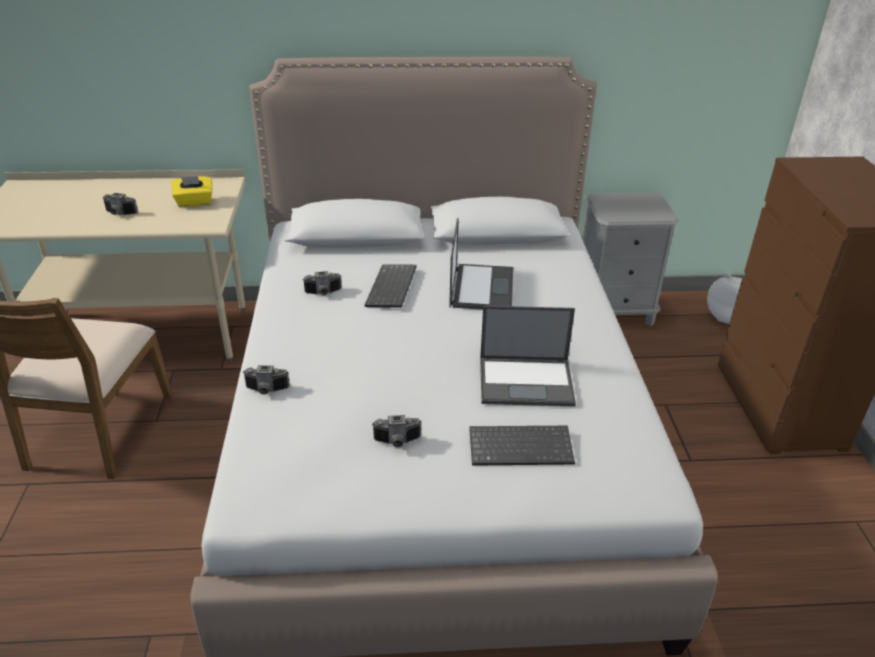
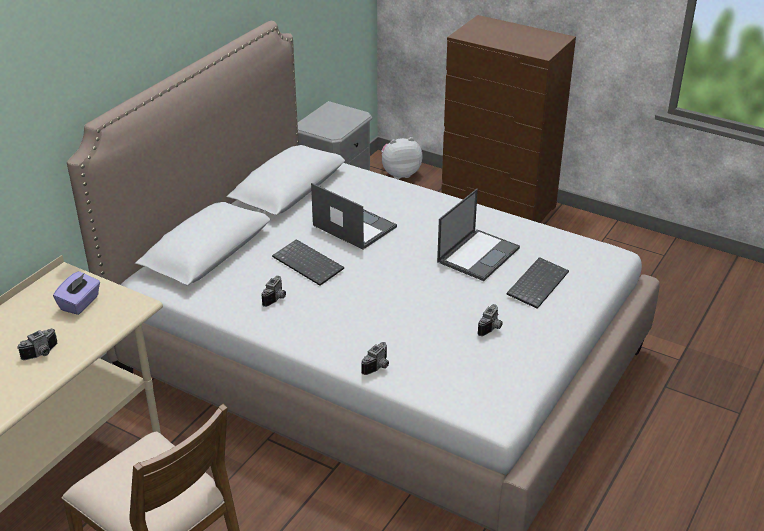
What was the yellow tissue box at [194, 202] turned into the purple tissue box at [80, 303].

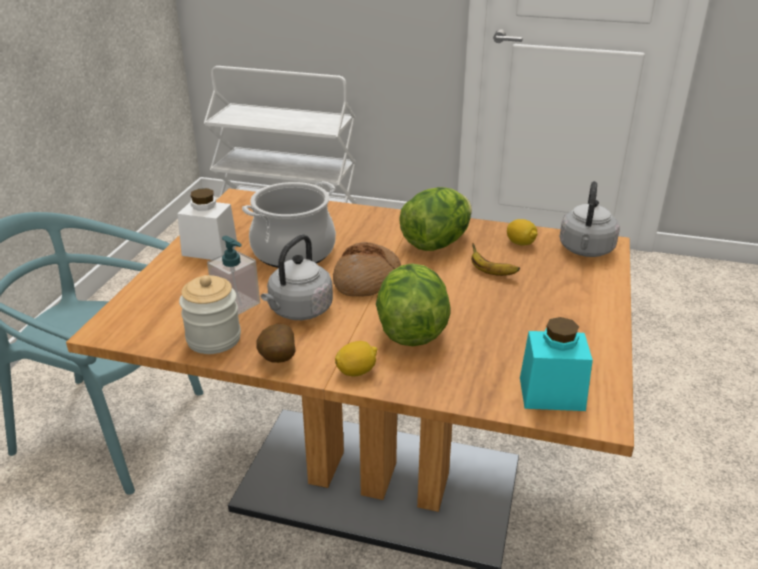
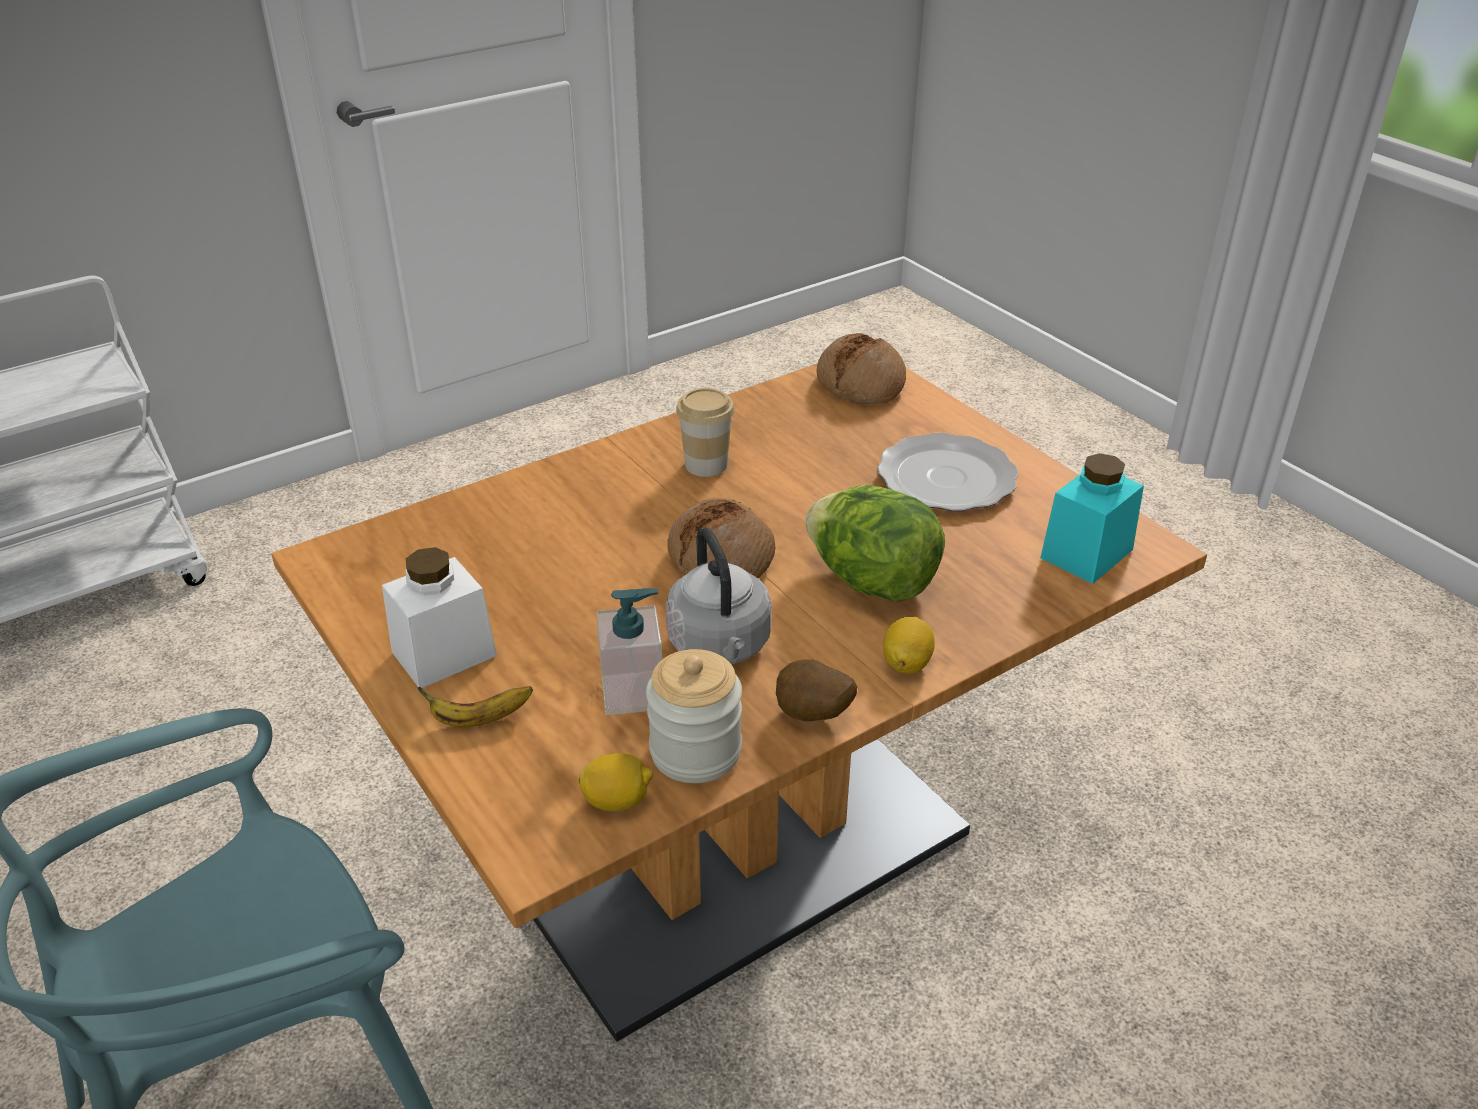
The second view lost the cooking pot at [293, 251]. Where the grey kettle stood at [586, 250], the bread came to stand at [861, 383]. Where the lettuce stood at [436, 243], the cup came to stand at [706, 464]. The lemon ended up elsewhere, having gone from [520, 243] to [617, 800]. The banana ended up elsewhere, having gone from [491, 272] to [480, 719]. The second view gained the plate at [948, 477].

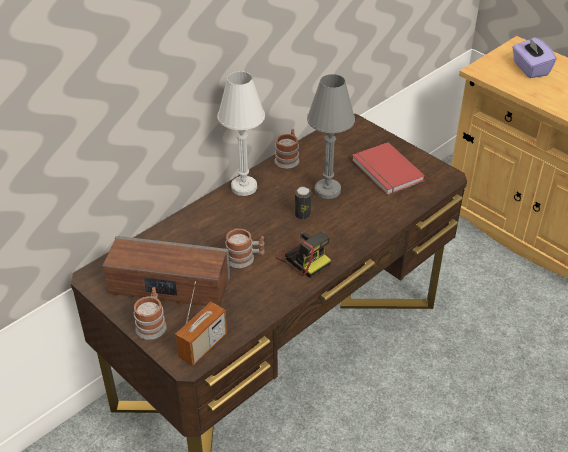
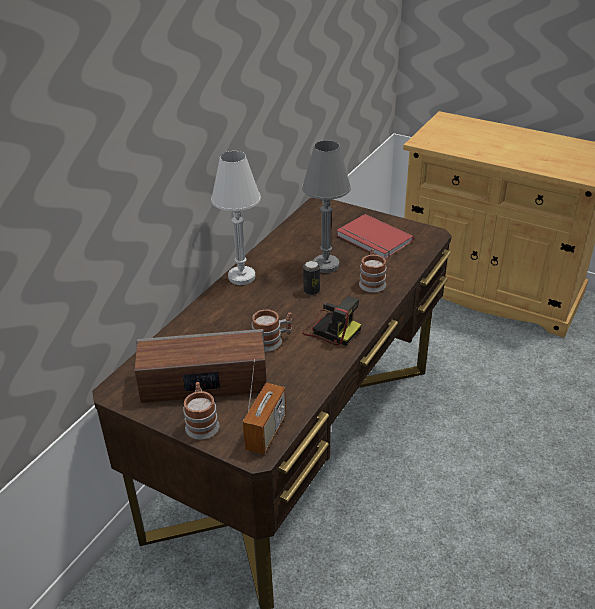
The second view lost the purple tissue box at [530, 69]. The mug ended up elsewhere, having gone from [288, 158] to [372, 282].

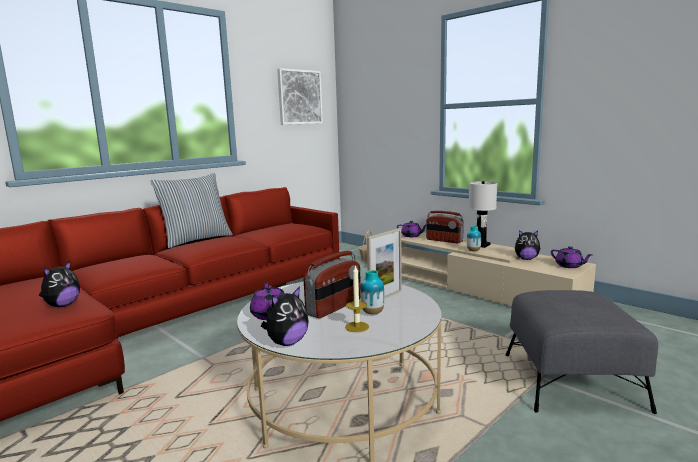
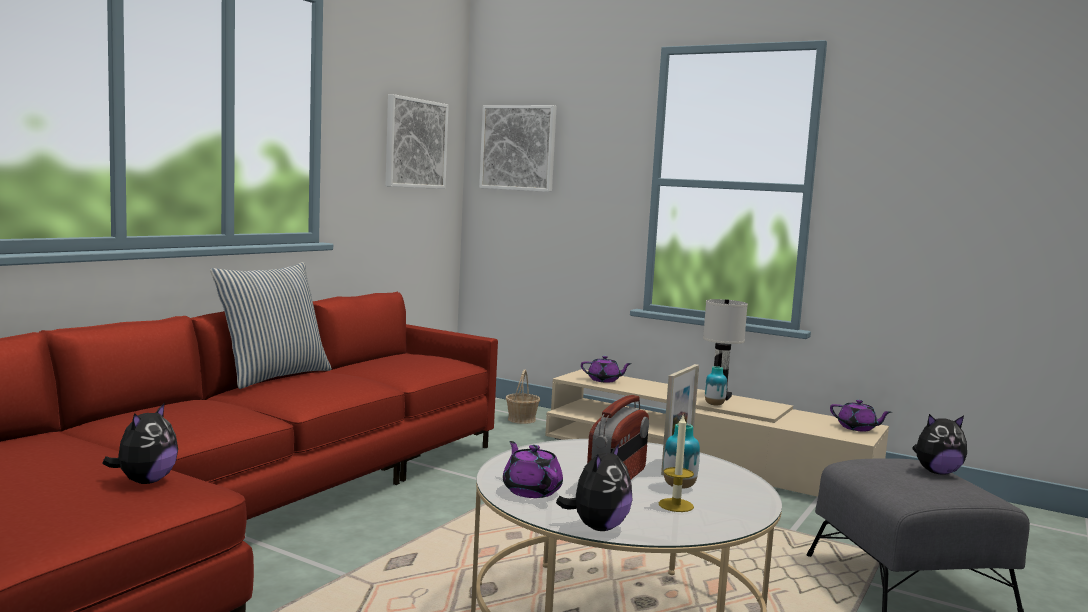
The second view lost the radio at [444, 240]. The plush toy ended up elsewhere, having gone from [526, 259] to [937, 472]. The second view gained the picture at [518, 148].

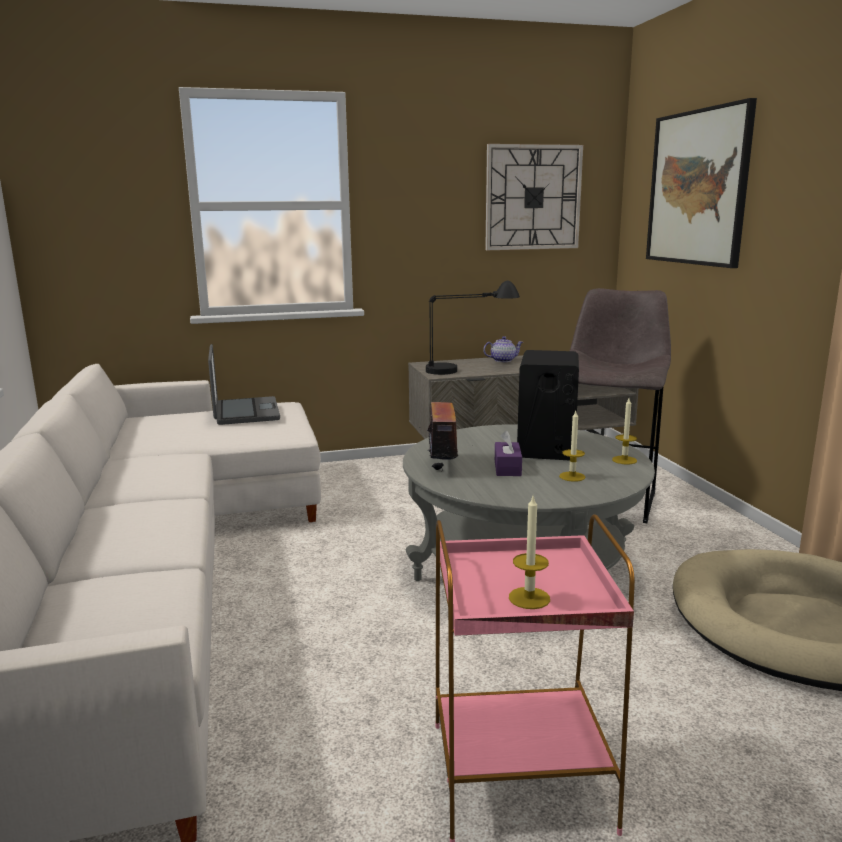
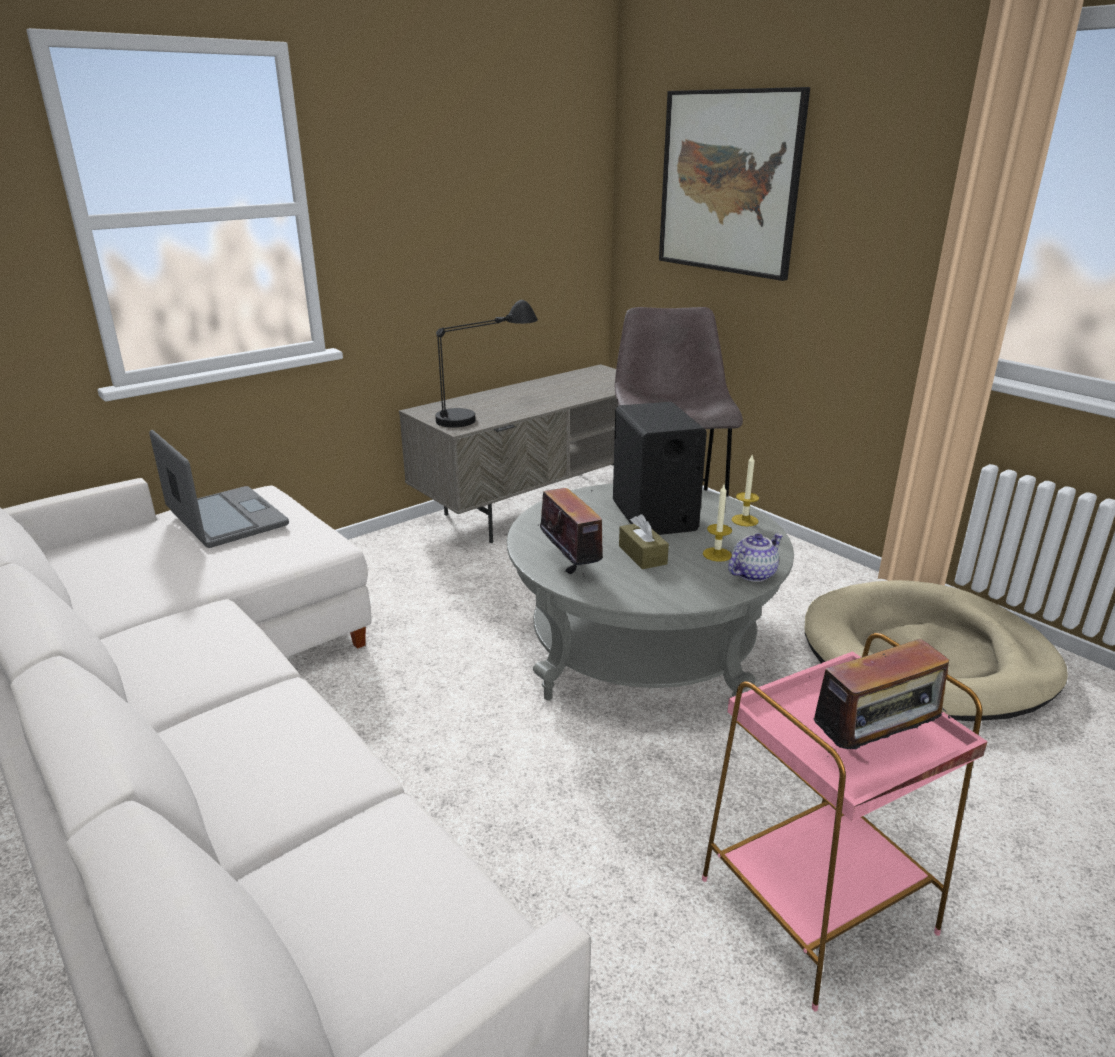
The second view lost the wall clock at [533, 197]. The teapot ended up elsewhere, having gone from [503, 360] to [753, 573]. What was the purple tissue box at [507, 468] turned into the brown tissue box at [642, 555]. Where the candle stood at [529, 598], the radio came to stand at [873, 749].

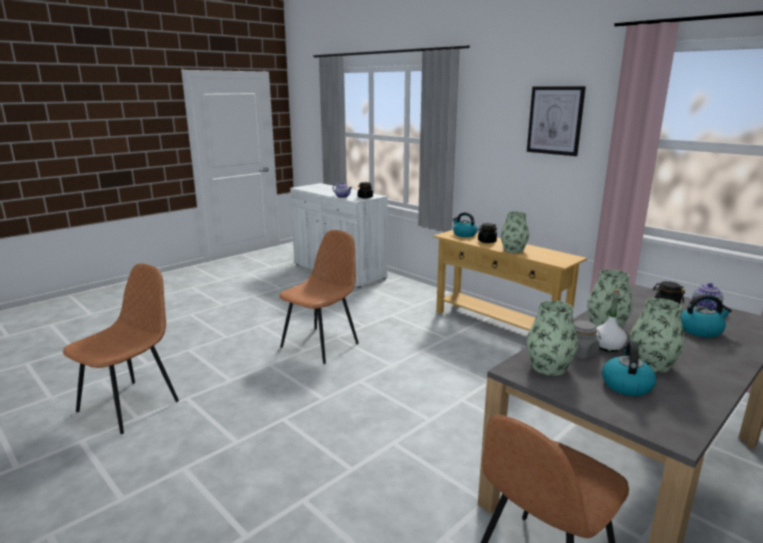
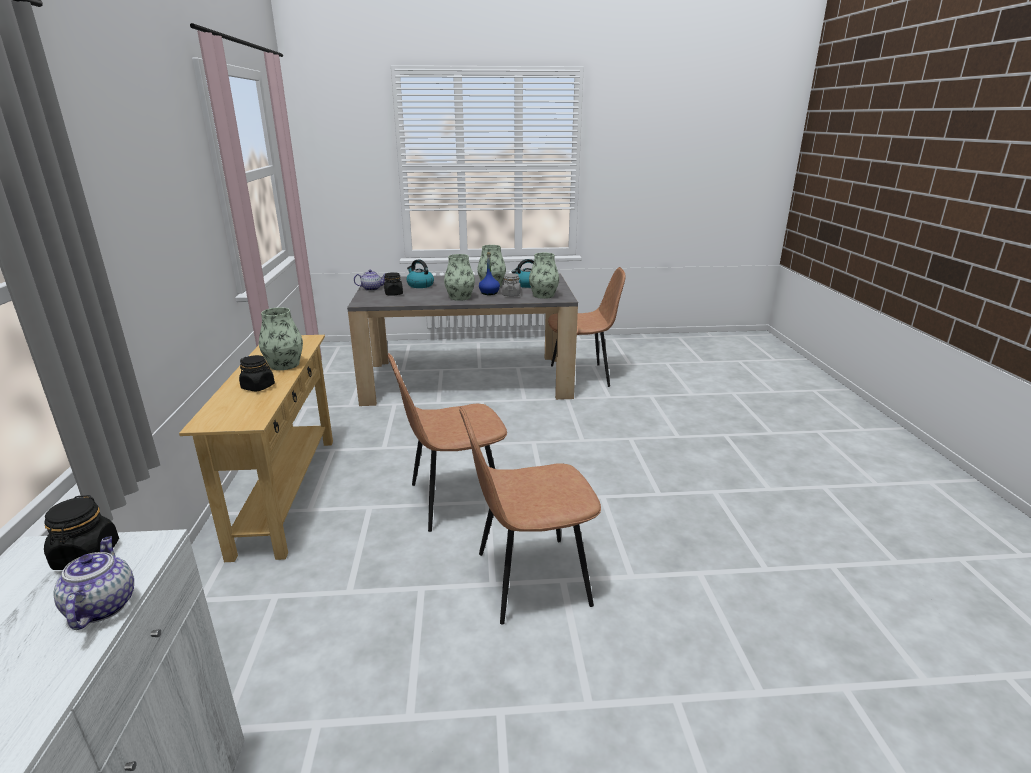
The second view lost the picture at [555, 120]. The second view lost the kettle at [464, 234]. The brown chair ended up elsewhere, having gone from [131, 405] to [453, 500]. What was the white bottle at [607, 346] turned into the blue bottle at [489, 293].

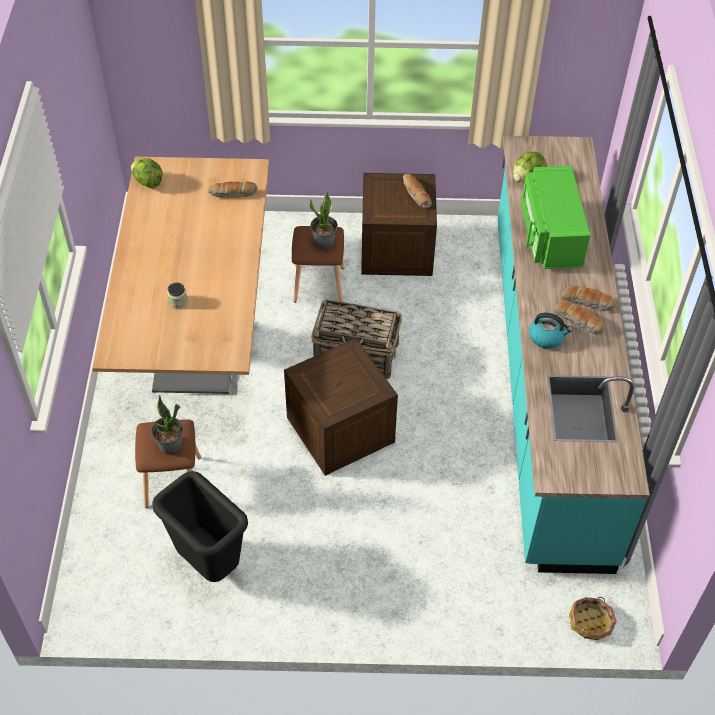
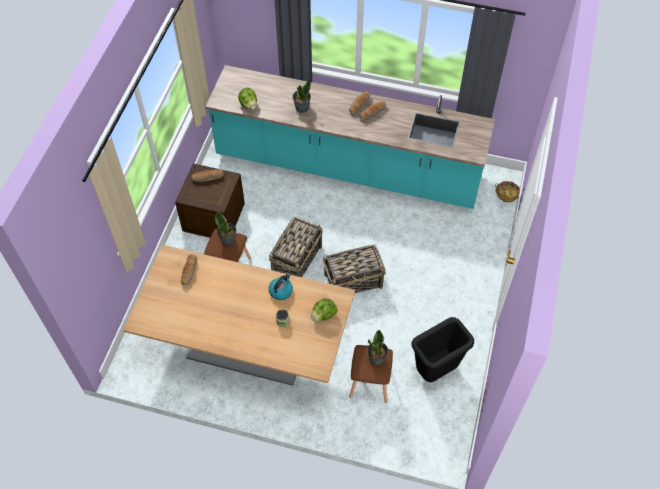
The lettuce ended up elsewhere, having gone from [147, 182] to [323, 315]. Where the green microwave stood at [550, 235], the potted plant came to stand at [302, 108]. The kettle ended up elsewhere, having gone from [547, 337] to [281, 291]. Where the crate stood at [340, 430], the basket came to stand at [354, 281].

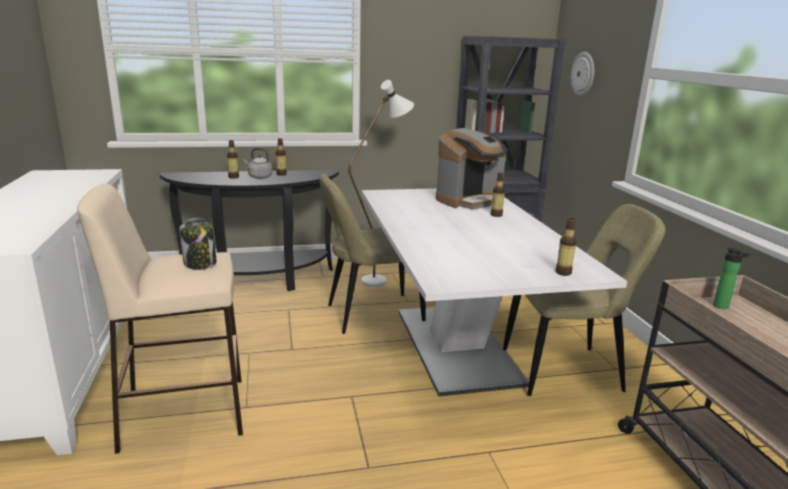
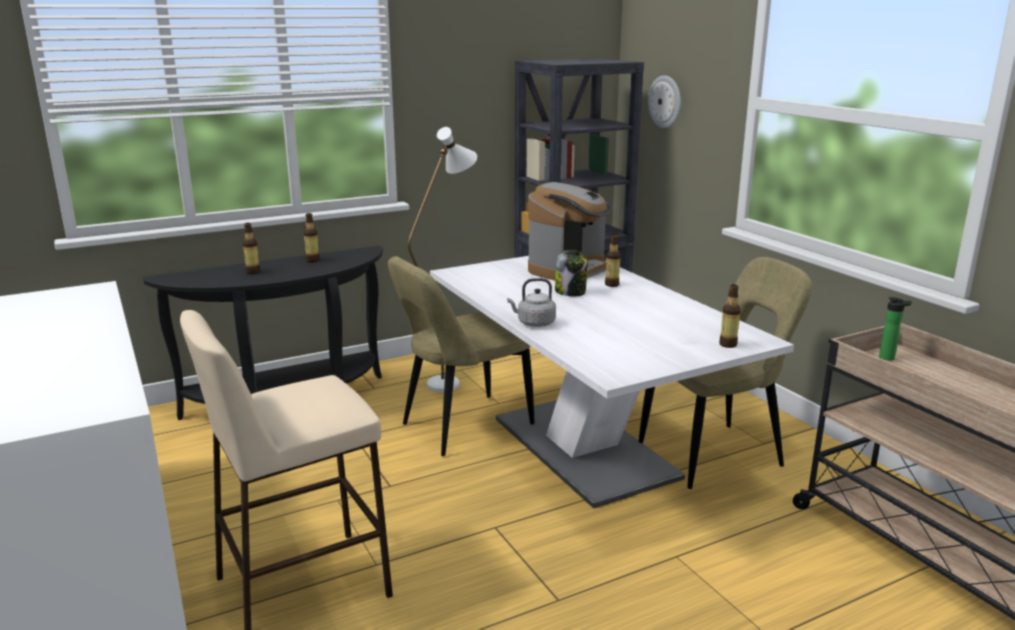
The grey kettle ended up elsewhere, having gone from [259, 177] to [534, 323]. The jar ended up elsewhere, having gone from [200, 263] to [571, 292].

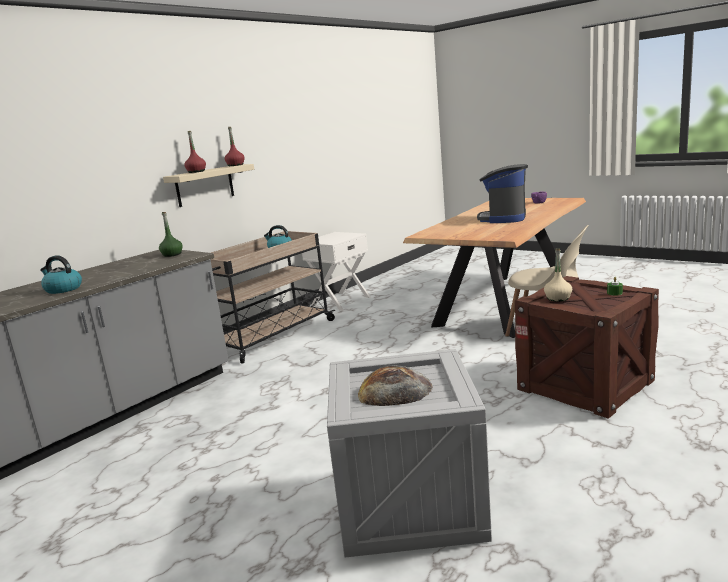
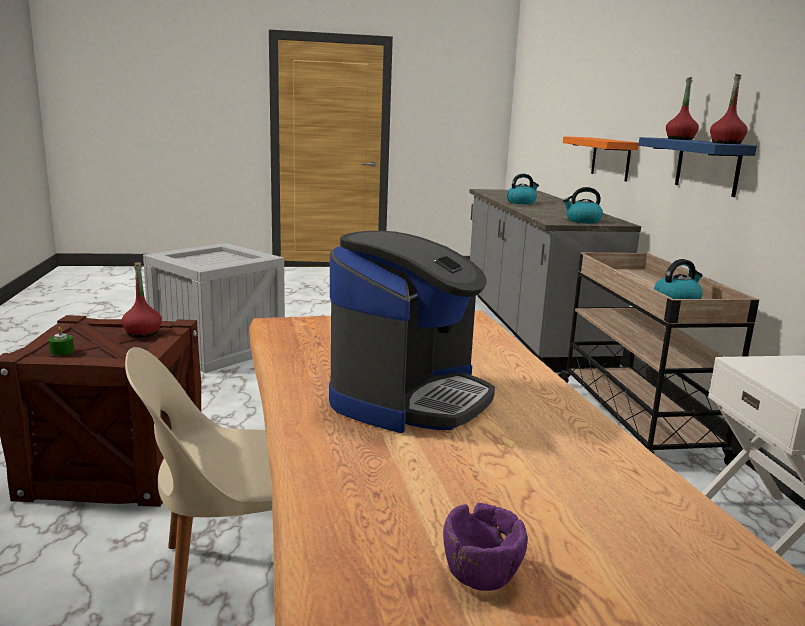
What was the beige shelf at [204, 185] turned into the blue shelf at [707, 166]. The coffee machine at [503, 218] ended up facing another way, 60 degrees clockwise from before. Where the green bottle stood at [172, 254], the kettle came to stand at [582, 221]. What was the beige bottle at [558, 298] turned into the red bottle at [143, 333]. The second view lost the bread at [394, 390]. The second view gained the orange shelf at [610, 158].

